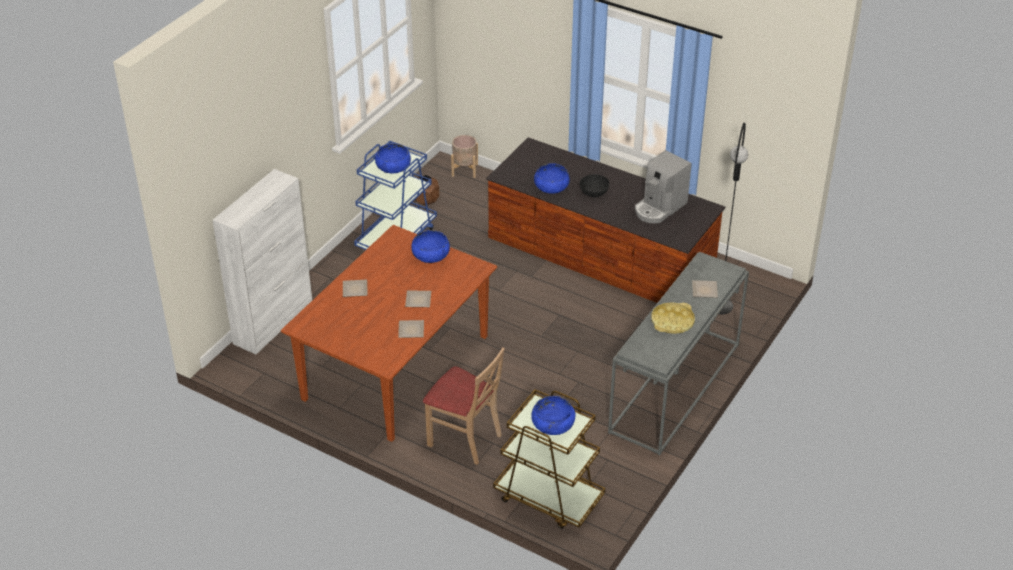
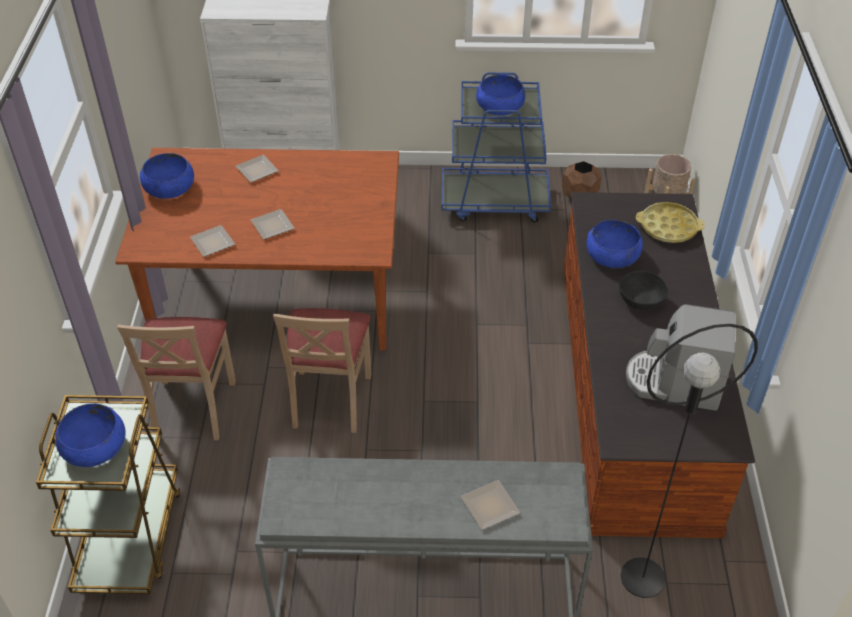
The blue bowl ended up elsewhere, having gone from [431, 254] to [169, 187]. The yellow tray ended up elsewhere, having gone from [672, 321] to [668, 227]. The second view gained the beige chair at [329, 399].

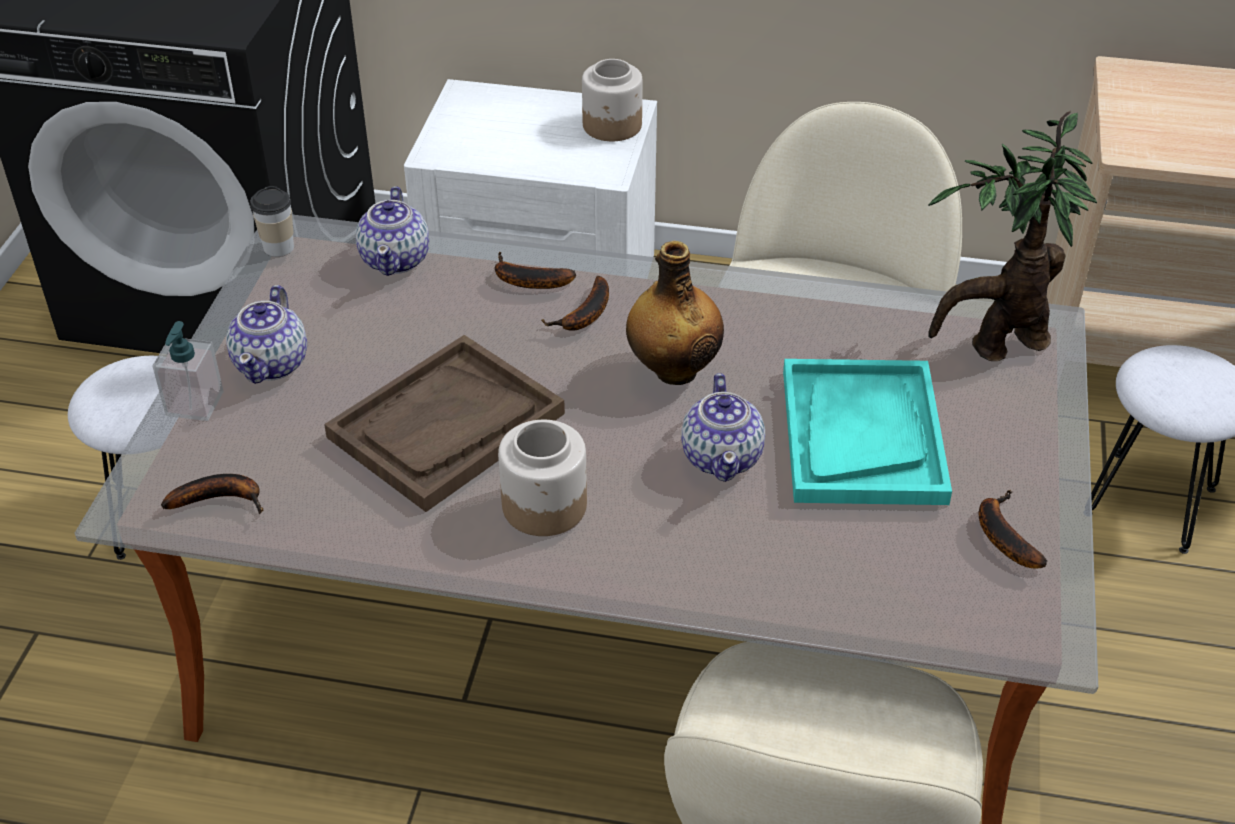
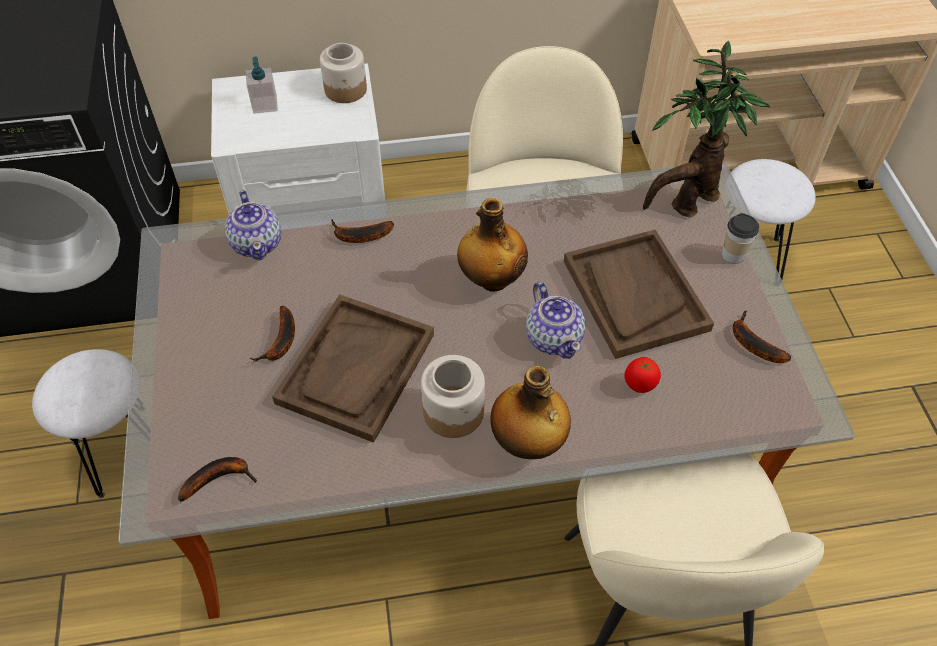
The cup ended up elsewhere, having gone from [278, 247] to [733, 255]. The banana ended up elsewhere, having gone from [585, 315] to [281, 342]. The second view lost the teapot at [272, 363]. The soap dispenser ended up elsewhere, having gone from [194, 404] to [265, 104]. What was the turquoise tray at [861, 435] turned into the brown tray at [634, 295]. The second view gained the tomato at [639, 385]. The second view gained the bottle at [527, 443].

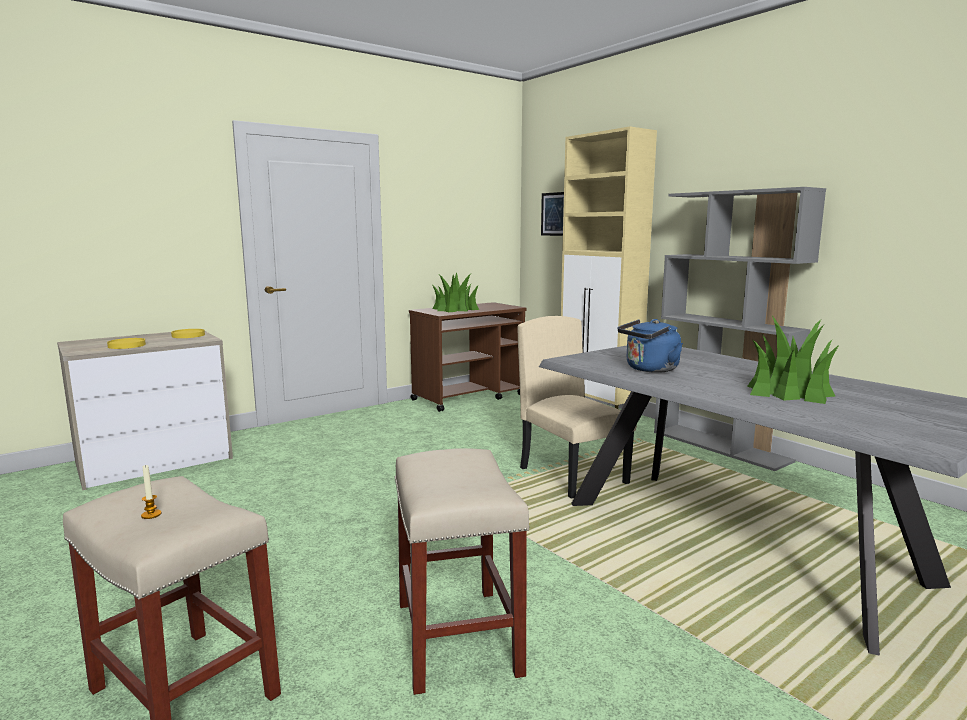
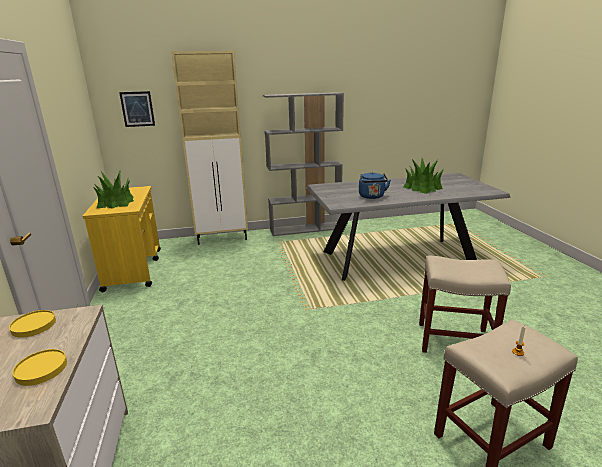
What was the brown cart at [469, 397] turned into the yellow cart at [134, 269]. The second view lost the beige chair at [573, 475].

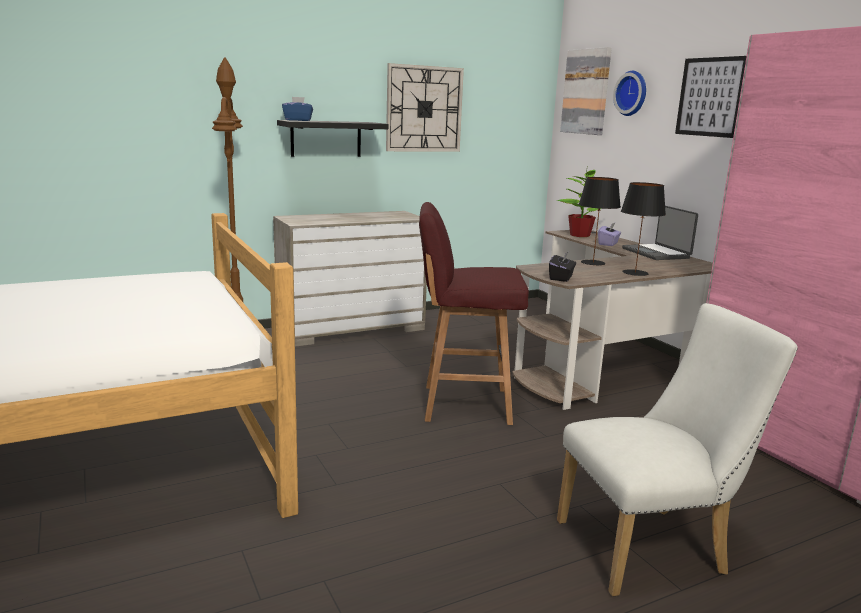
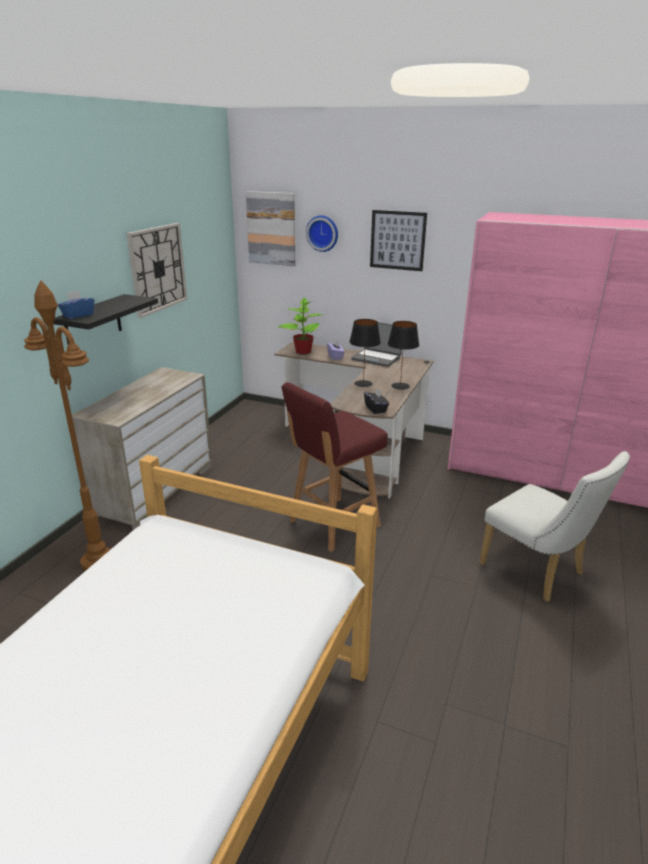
The white chair at [651, 547] ended up facing another way, 105 degrees clockwise from before.

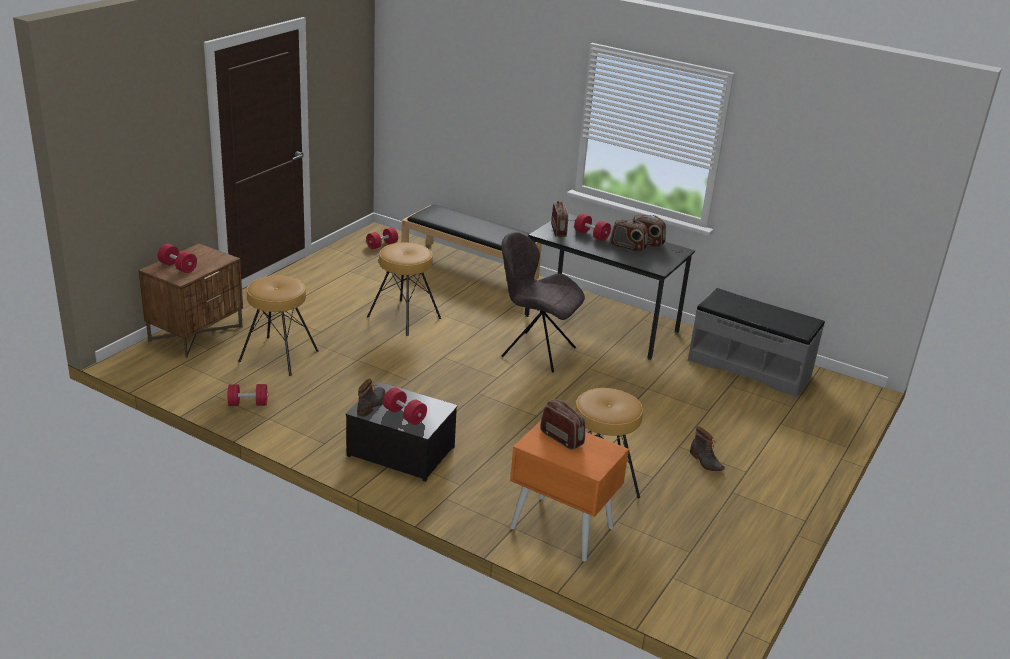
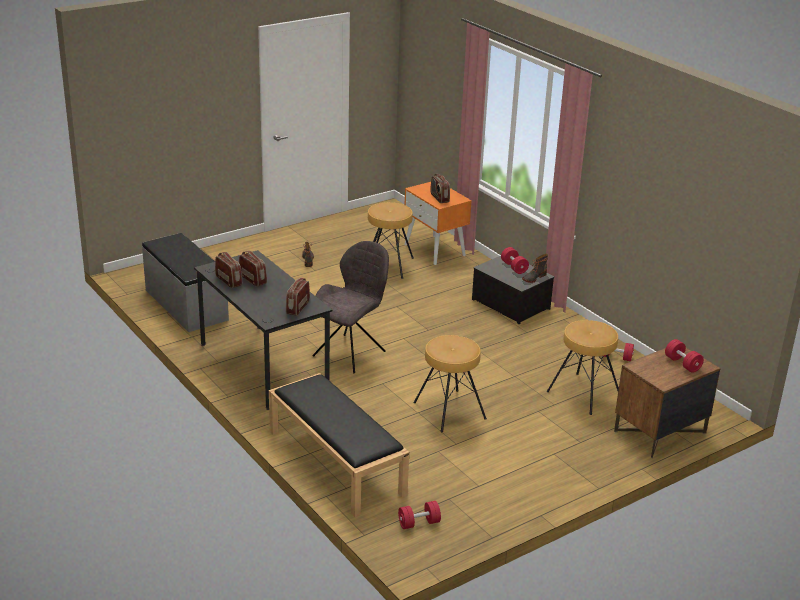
The second view lost the red dumbbell at [591, 235]. The grey chair at [536, 351] ended up facing another way, 105 degrees counterclockwise from before.

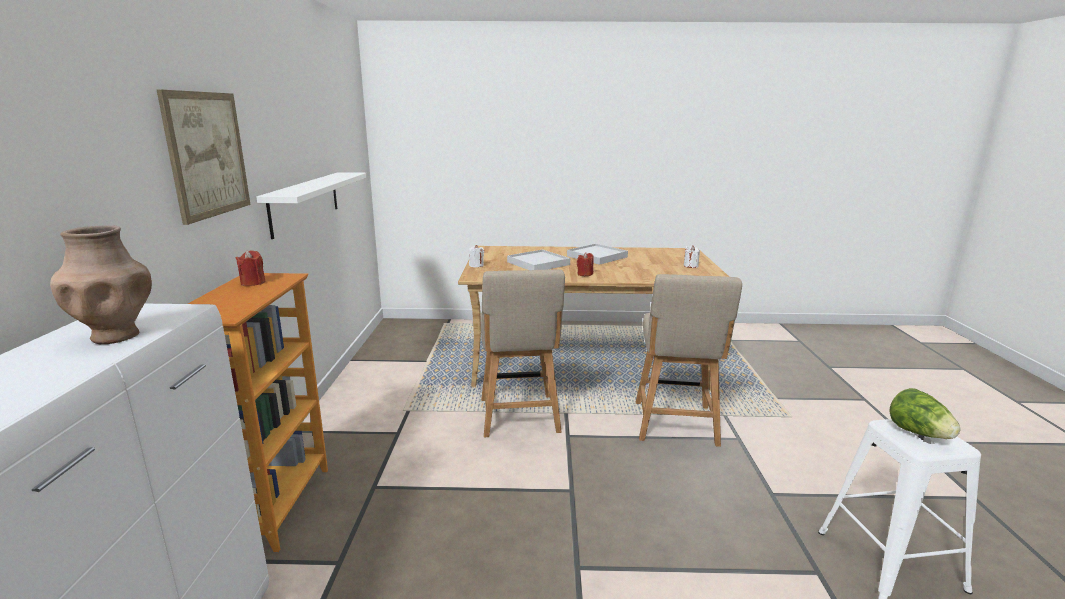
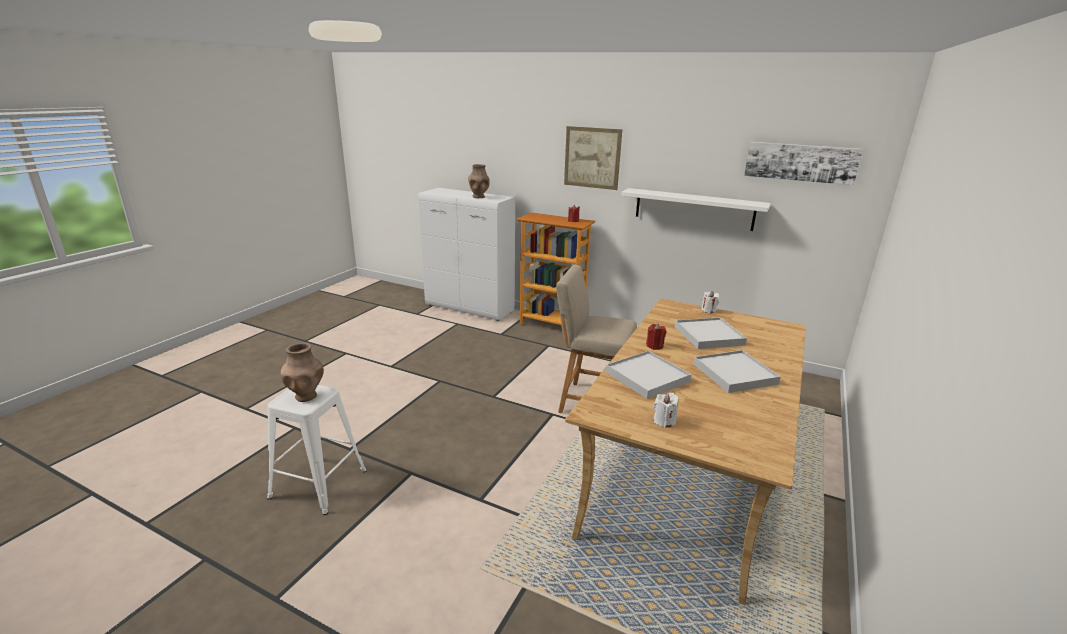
The second view lost the beige chair at [675, 426]. Where the lettuce stood at [918, 433], the brown vase came to stand at [306, 396]. The second view gained the picture at [800, 162]. The second view gained the white tray at [647, 377].

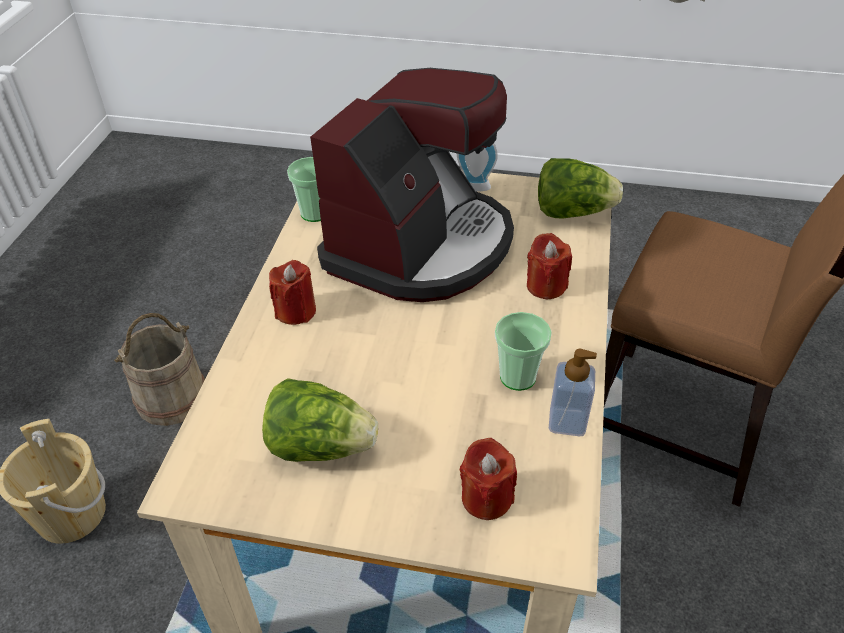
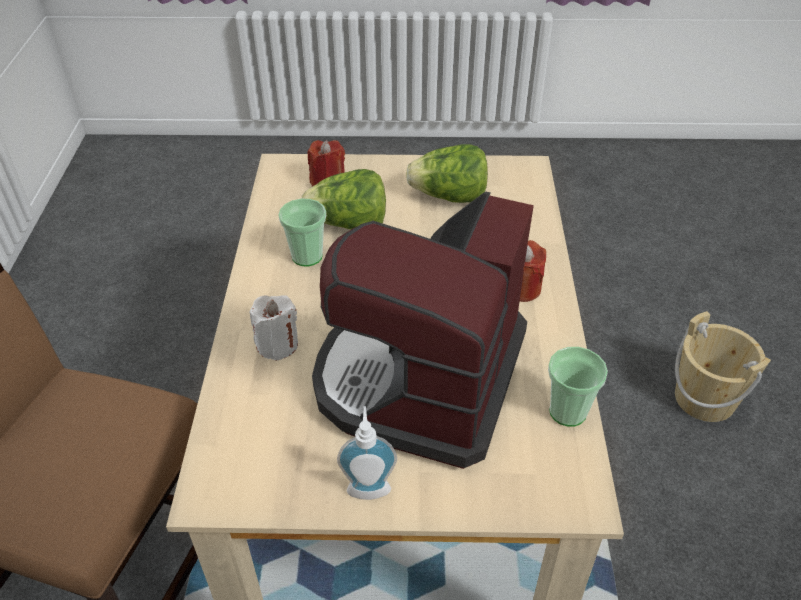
The lettuce ended up elsewhere, having gone from [572, 212] to [349, 224]. What was the red candle at [546, 286] turned into the white candle at [277, 344]. The second view lost the beige bucket at [172, 398]. The second view lost the soap dispenser at [567, 422].

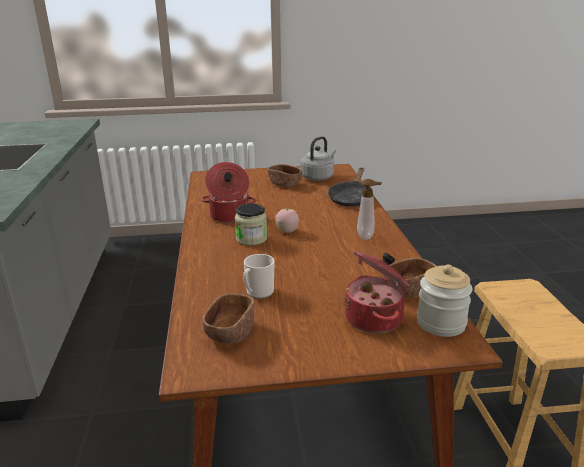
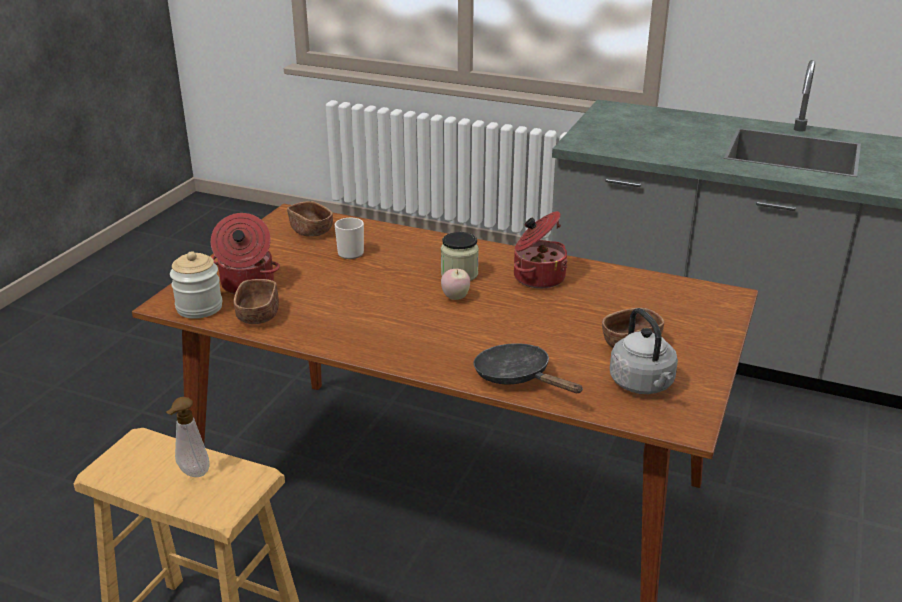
The soap dispenser ended up elsewhere, having gone from [367, 237] to [192, 473].

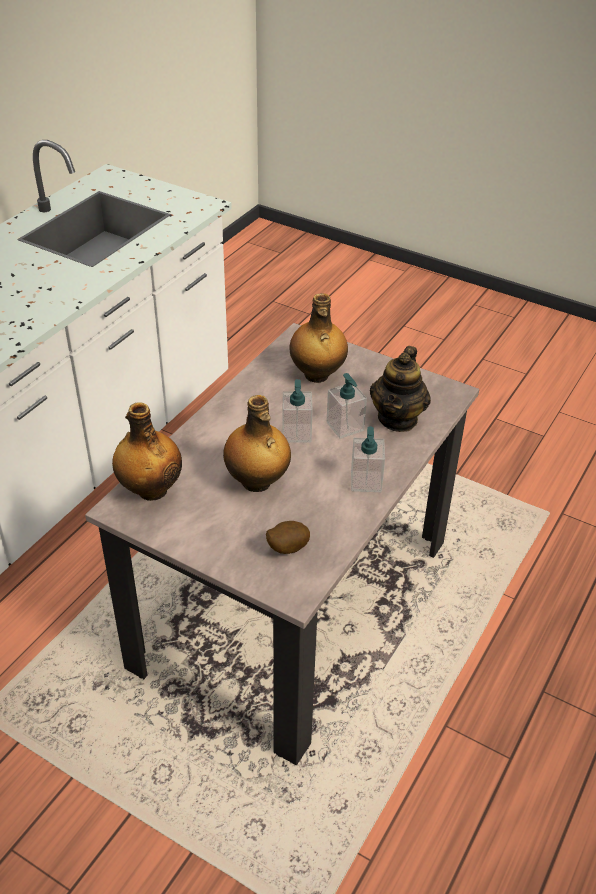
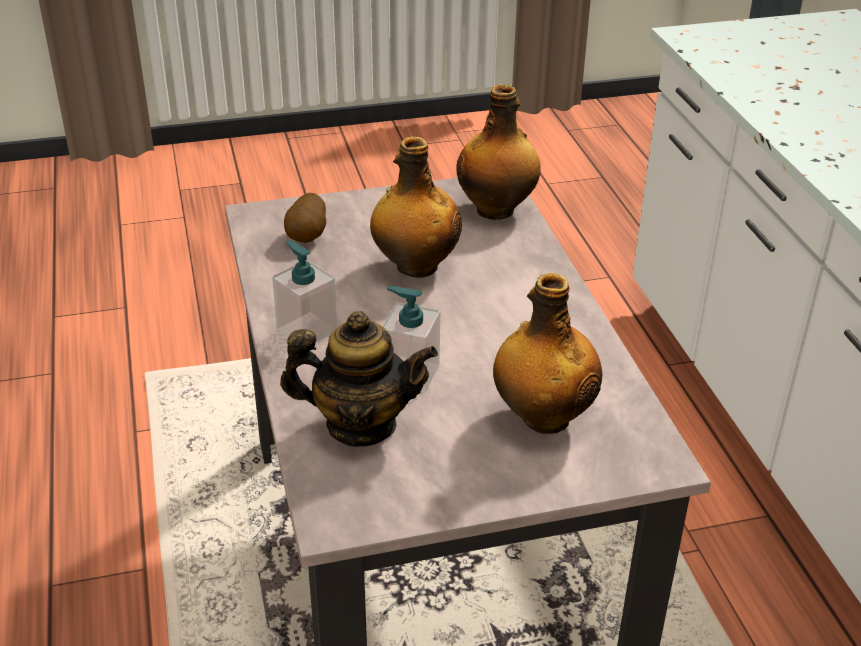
The teapot at [398, 418] ended up facing another way, 120 degrees clockwise from before. The second view lost the soap dispenser at [296, 433].

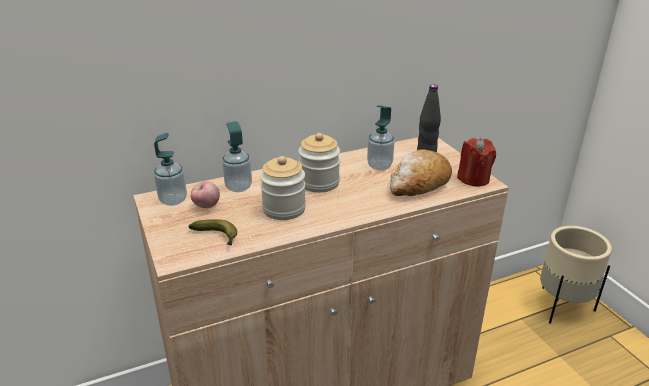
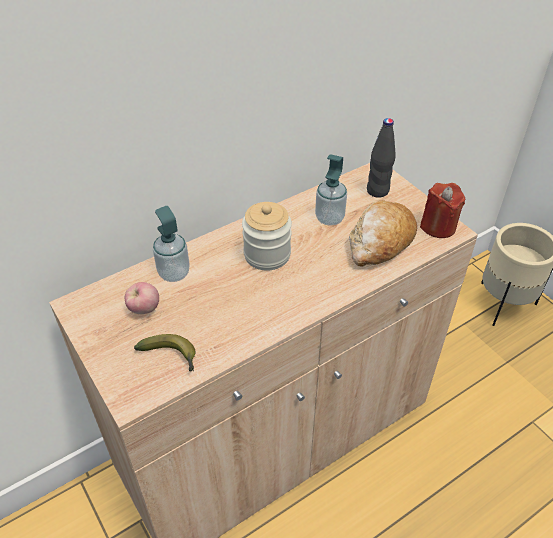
The second view lost the soap dispenser at [173, 200]. The second view lost the jar at [284, 209].

